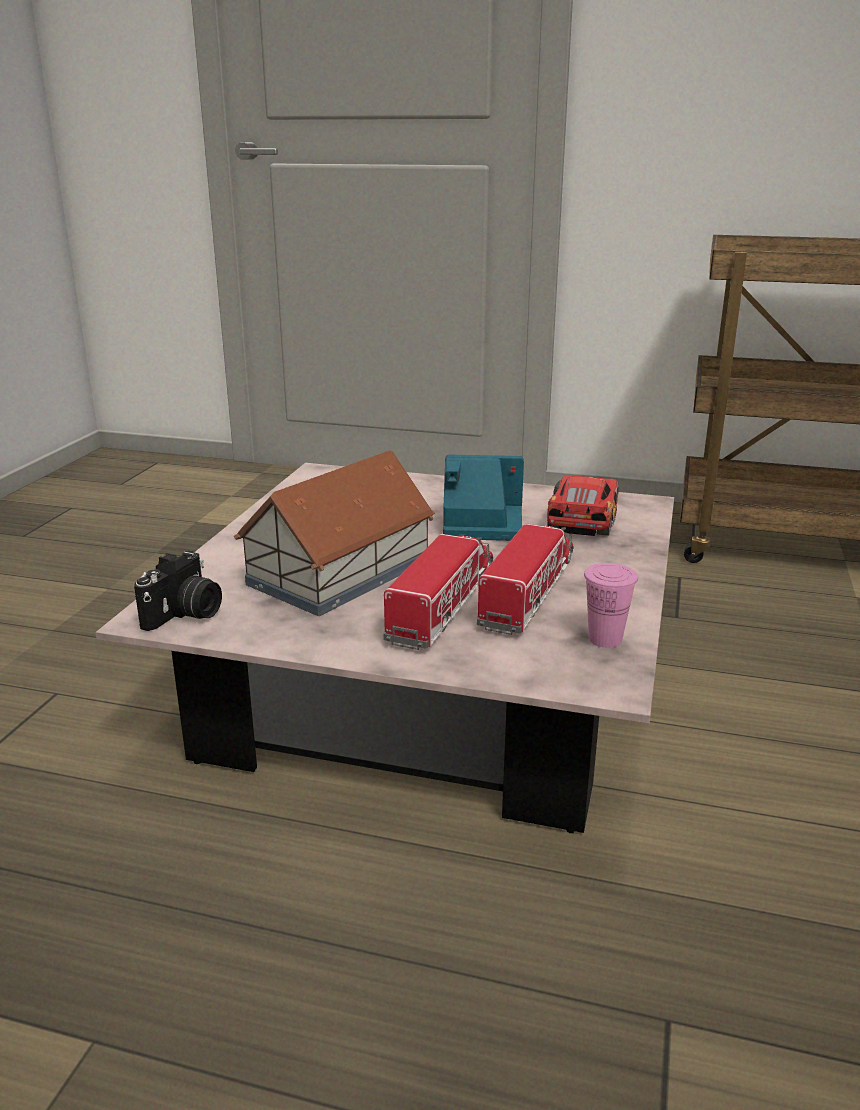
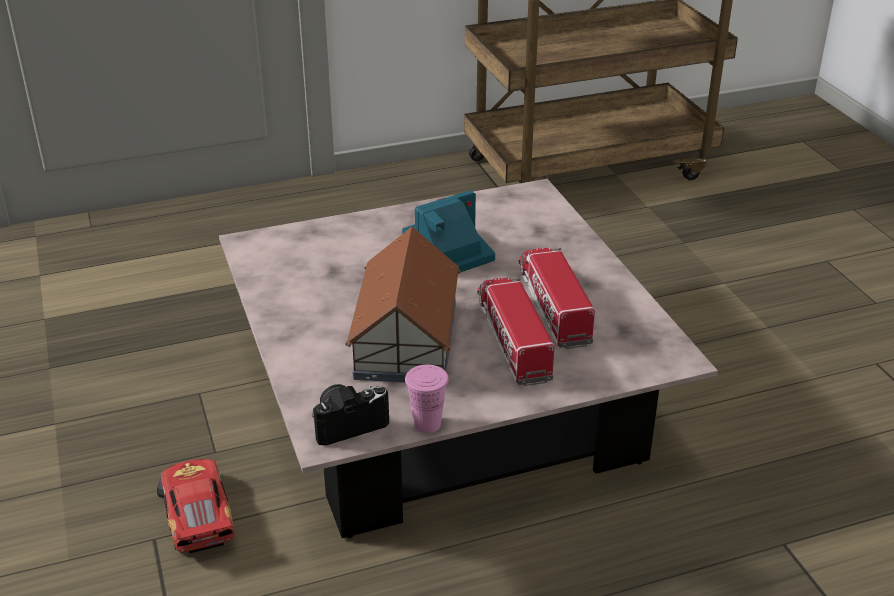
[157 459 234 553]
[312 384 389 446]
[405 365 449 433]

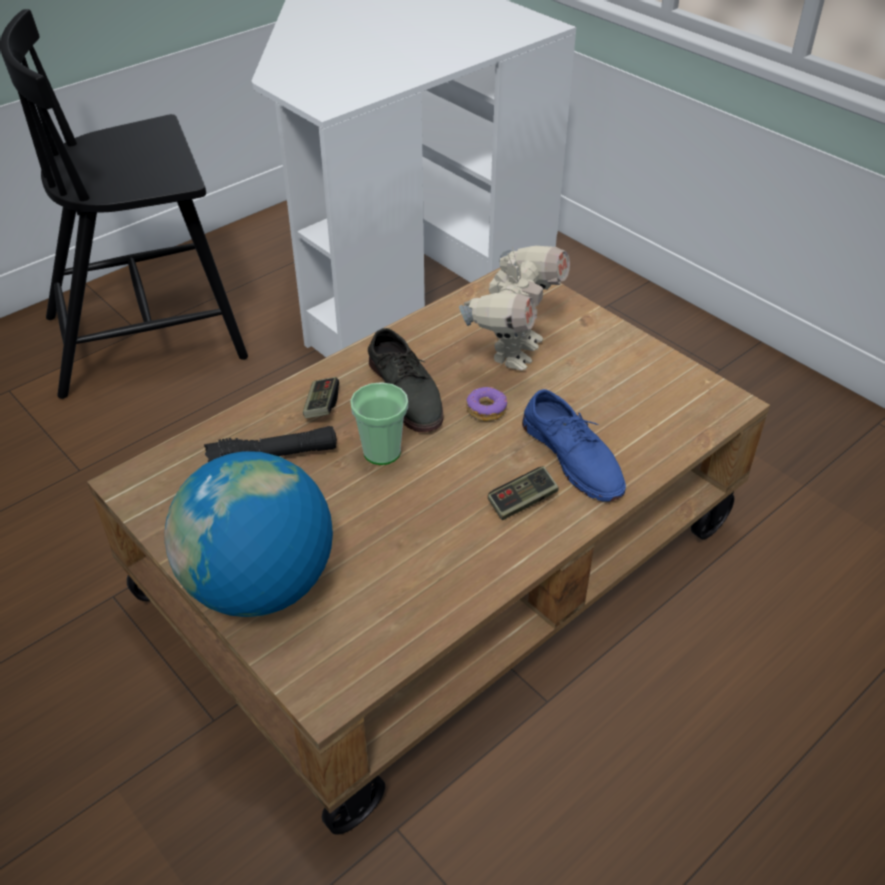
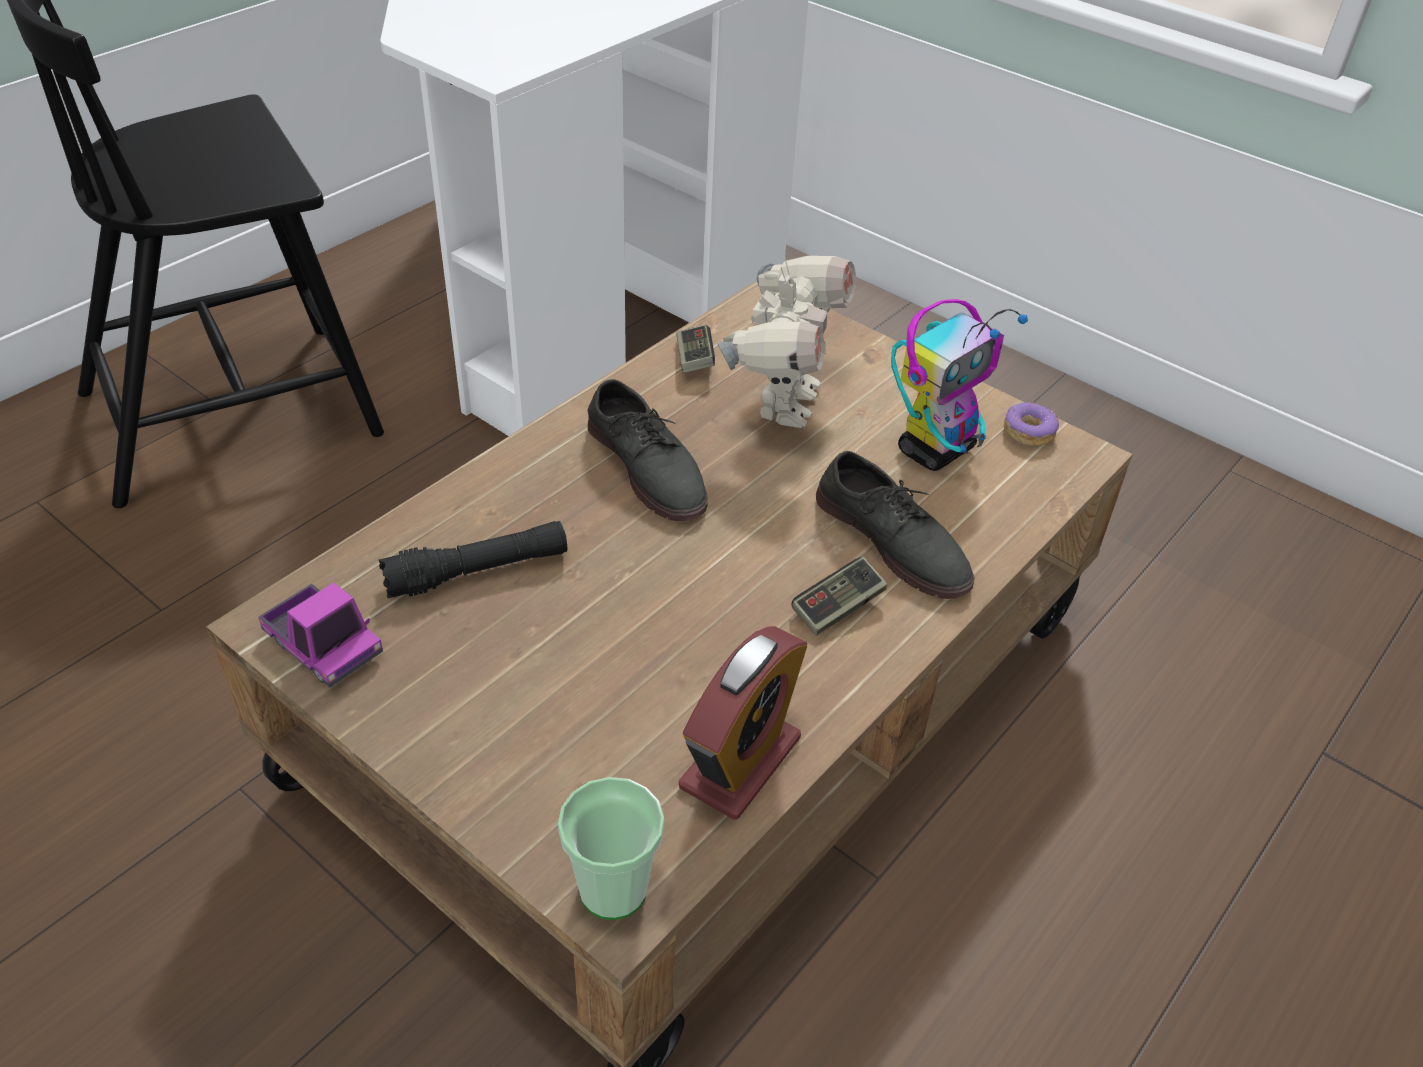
[676 325 715 373]
[558 777 664 920]
[1003 402 1059 446]
[816 451 974 599]
[164 452 333 617] (first image)
[891 299 1028 471]
[258 582 383 687]
[679 626 808 820]

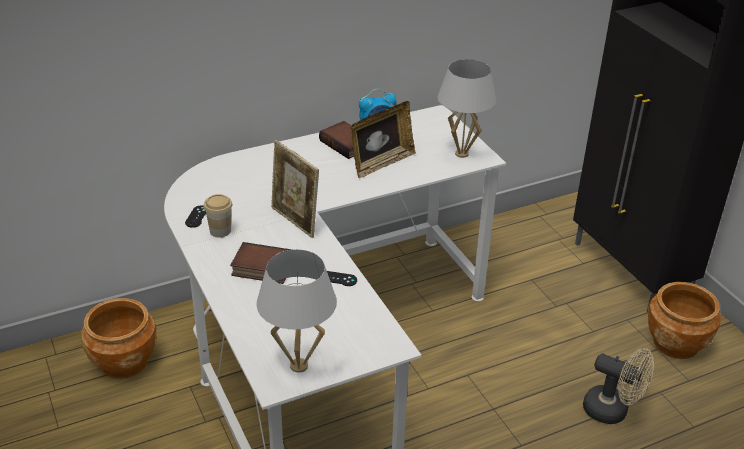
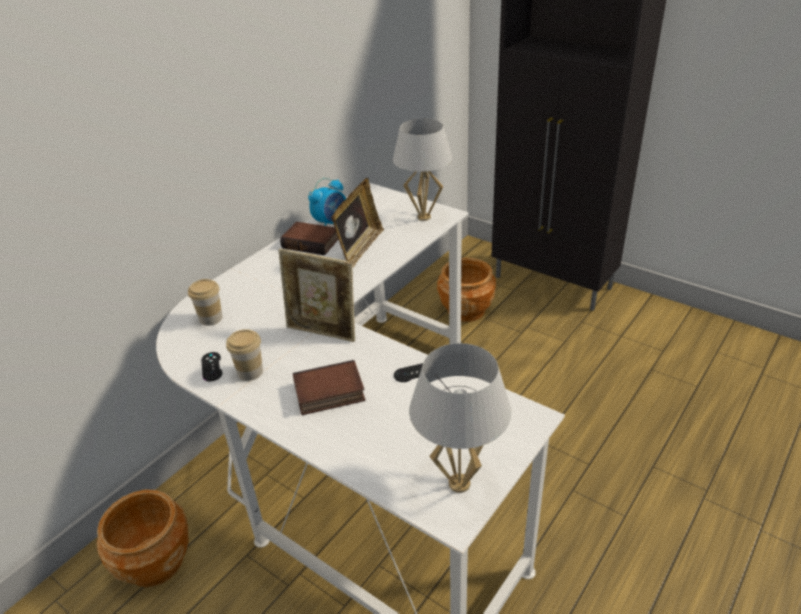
[437 258 496 322]
[583 348 654 424] (first image)
[188 279 223 326]

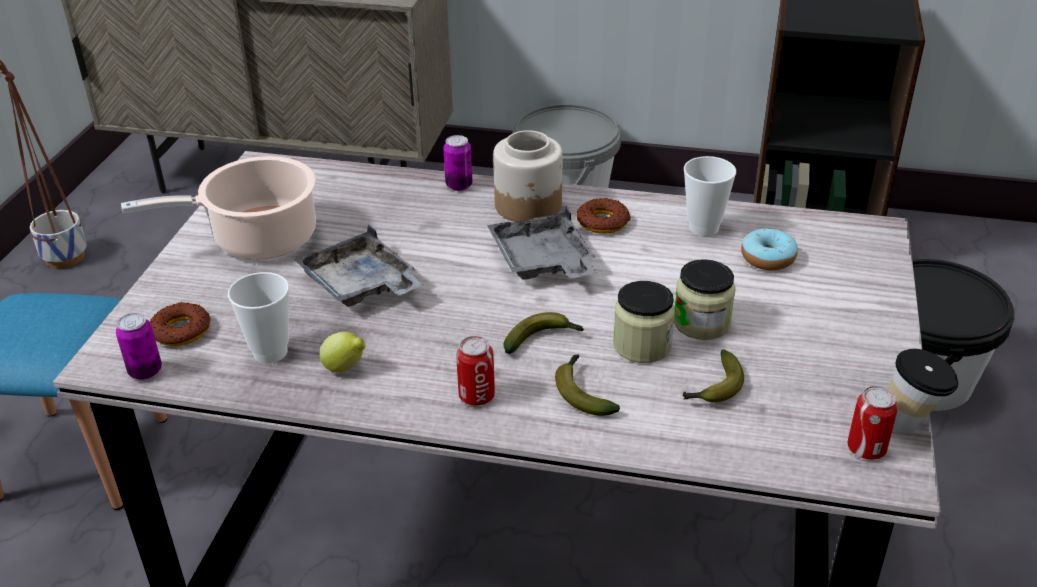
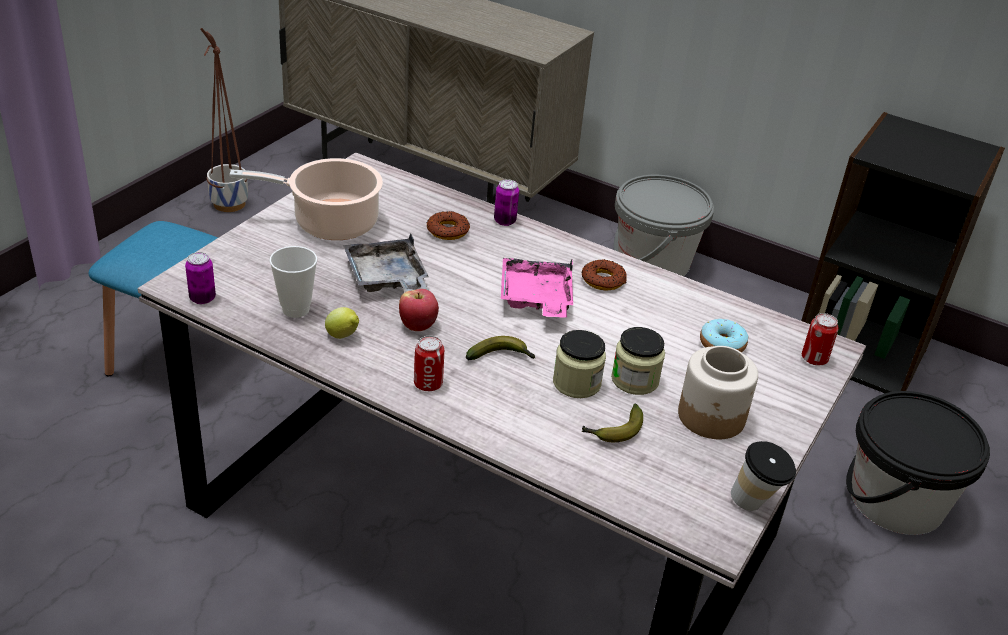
[678 346 758 439]
[684 156 736 236] (first image)
[501 258 573 317]
[427 211 470 240]
[555 354 620 416] (first image)
[802 313 839 365]
[399 289 439 331]

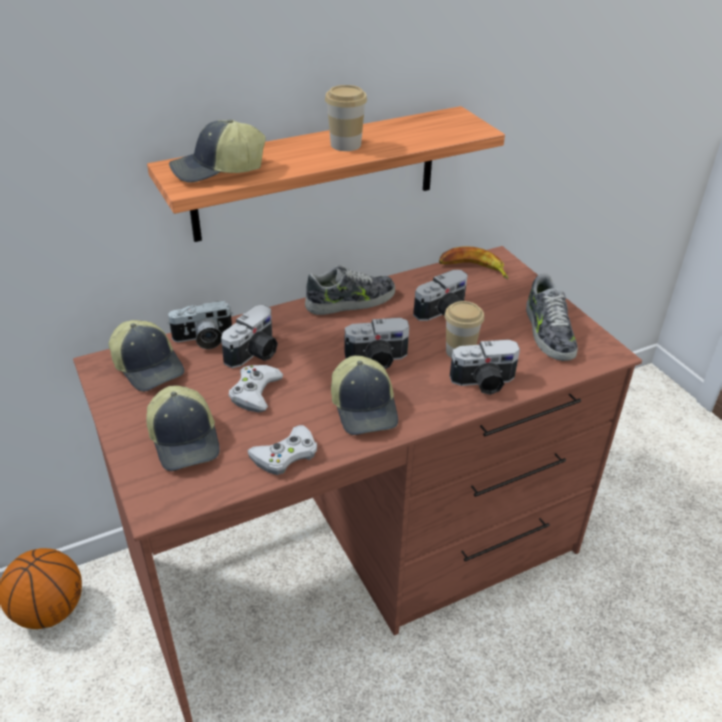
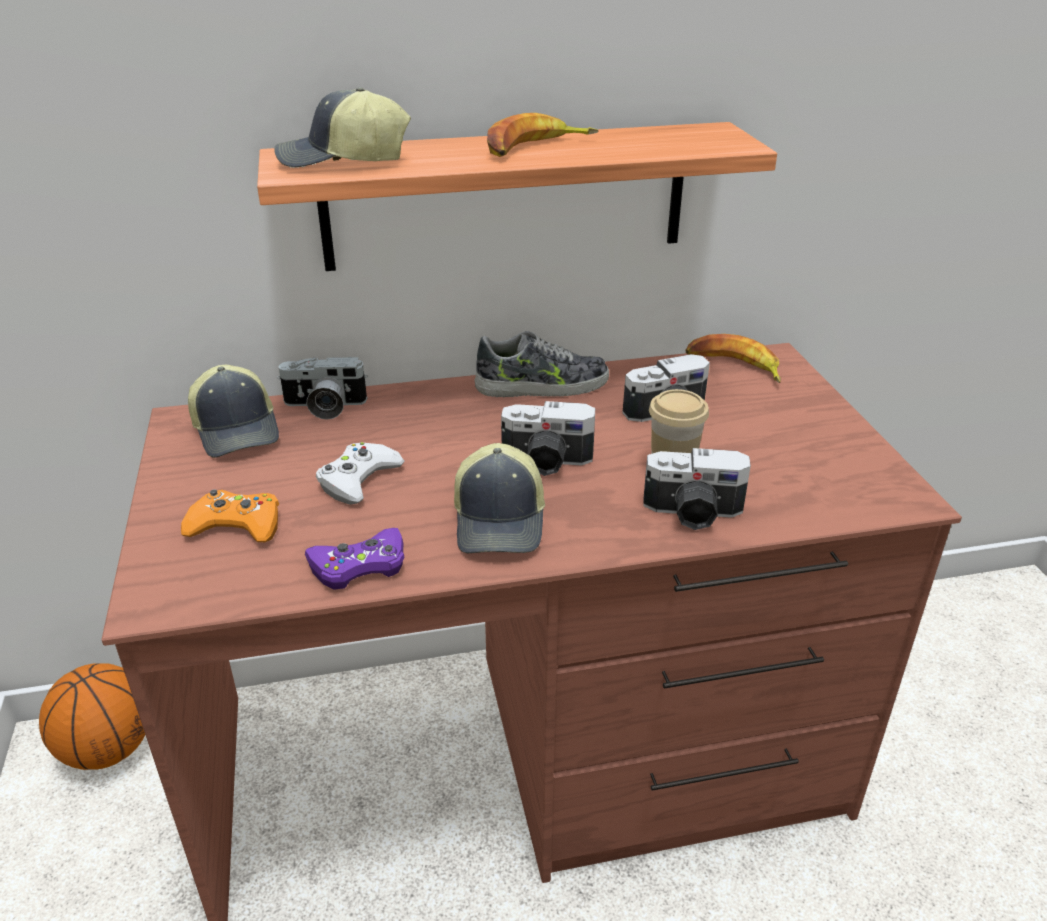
[487 113 598 157]
[526 273 578 361] (first image)
[221 305 278 368] (first image)
[181 489 279 542]
[305 528 405 590]

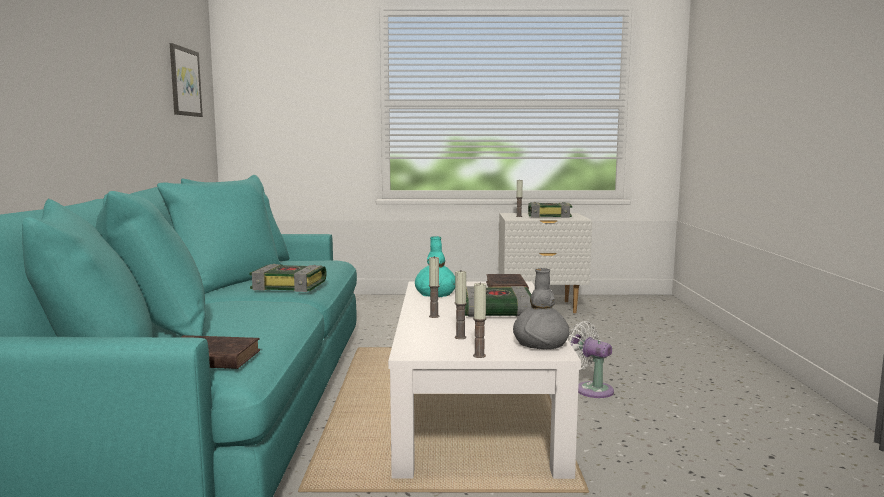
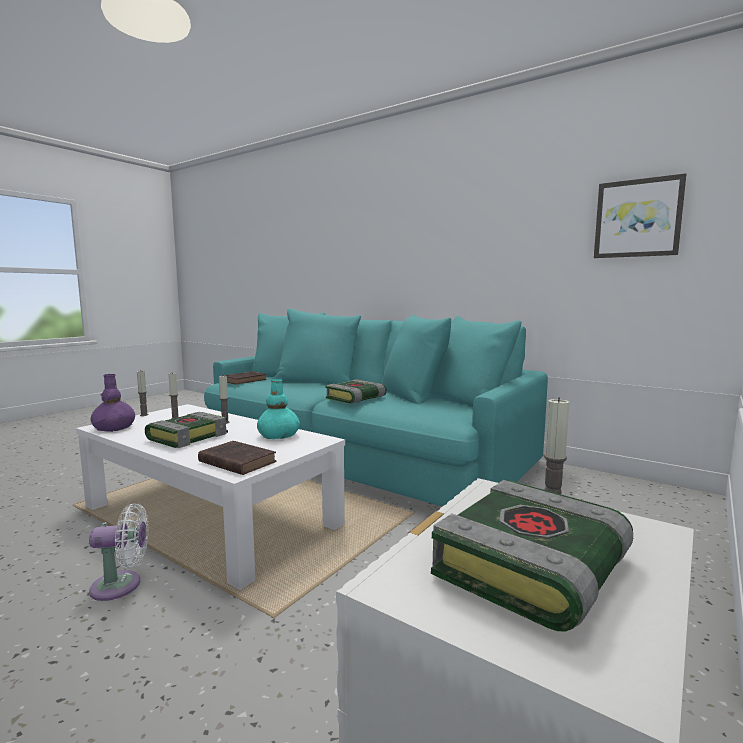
[91 374 135 432]

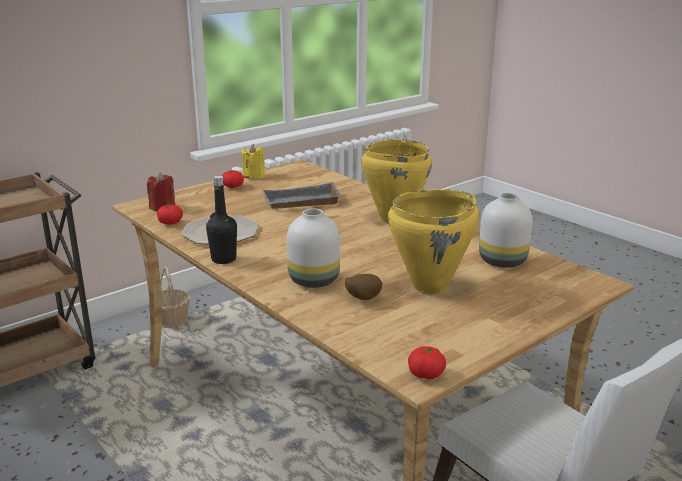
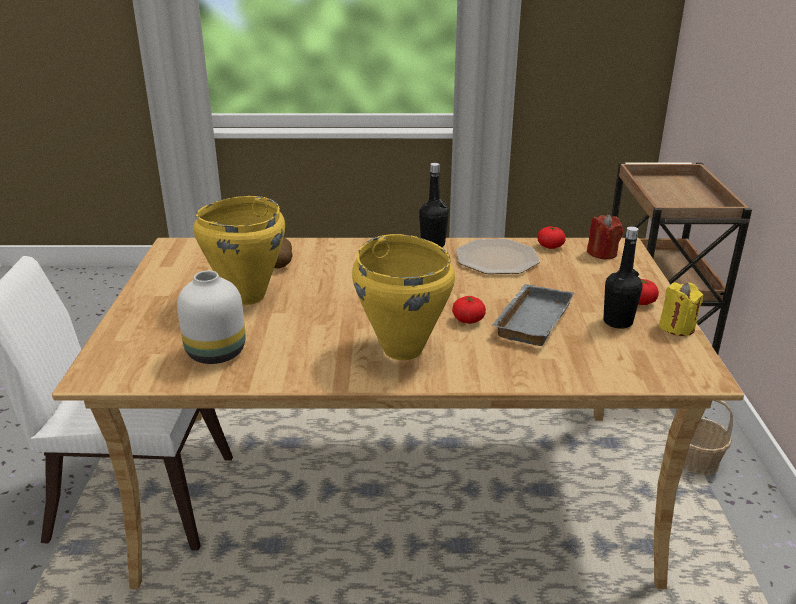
[287 208 340 288] (first image)
[452 296 486 324]
[603 226 643 329]

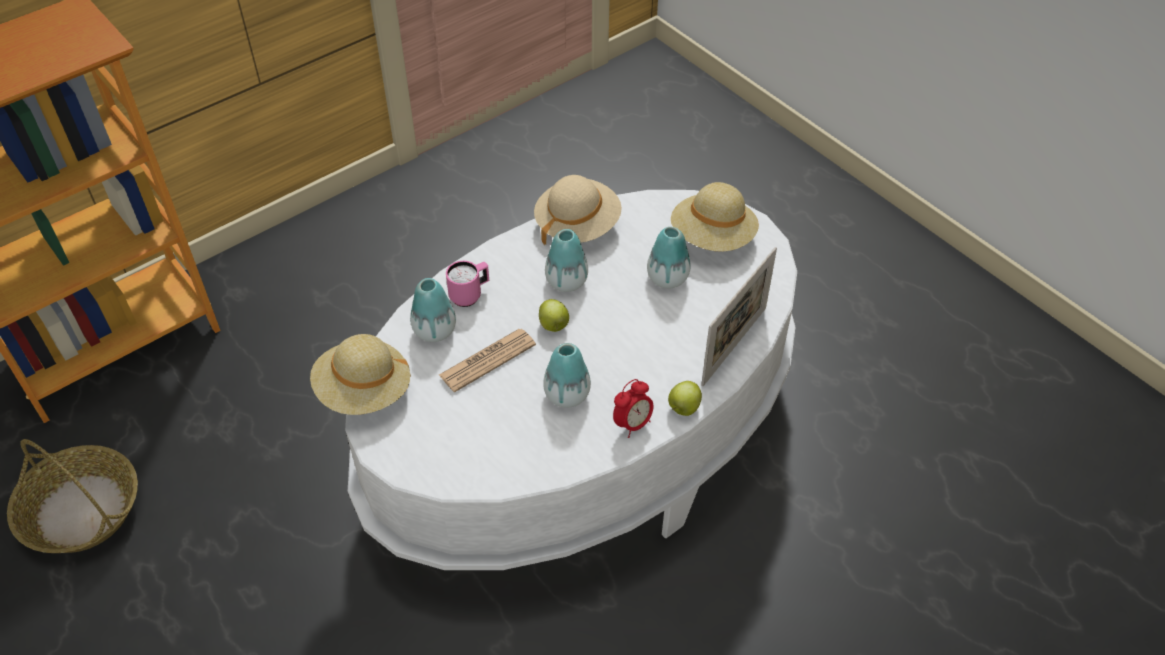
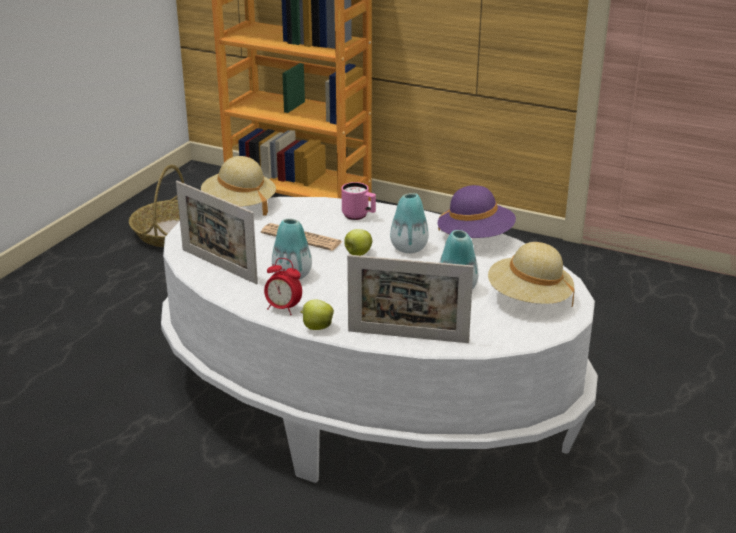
[438 185 516 238]
[410 278 456 342] (first image)
[176 181 258 285]

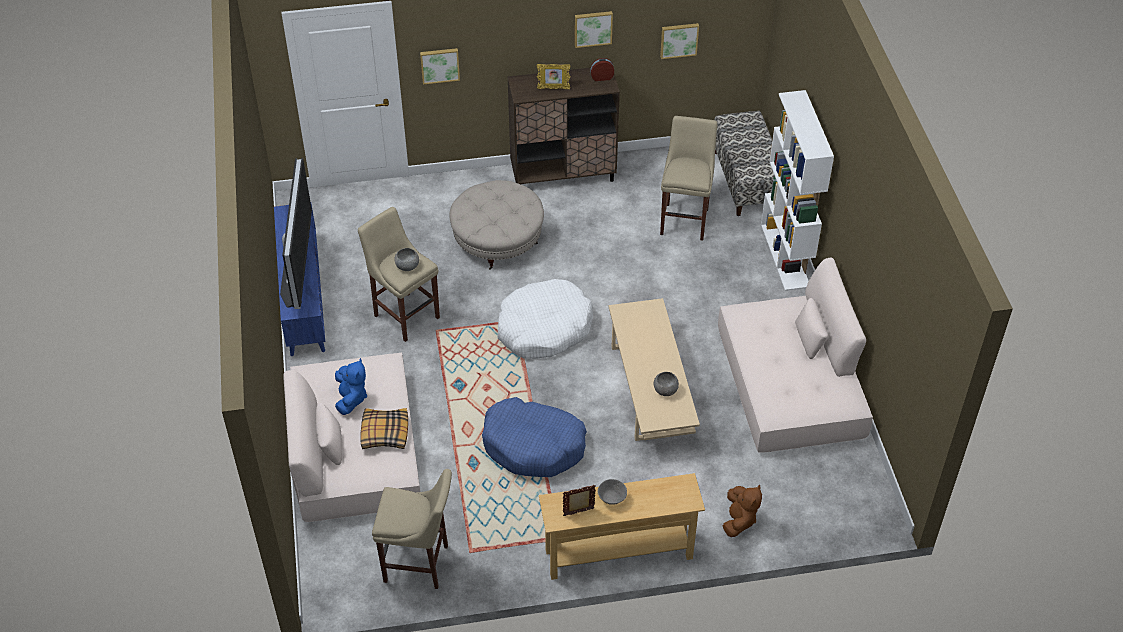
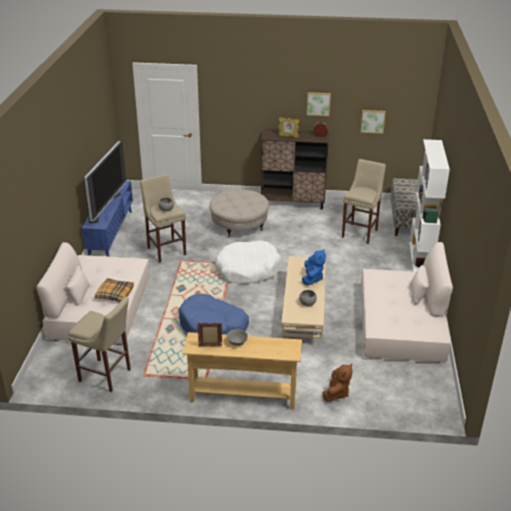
[420 48 460 85] (first image)
[302 249 326 285]

